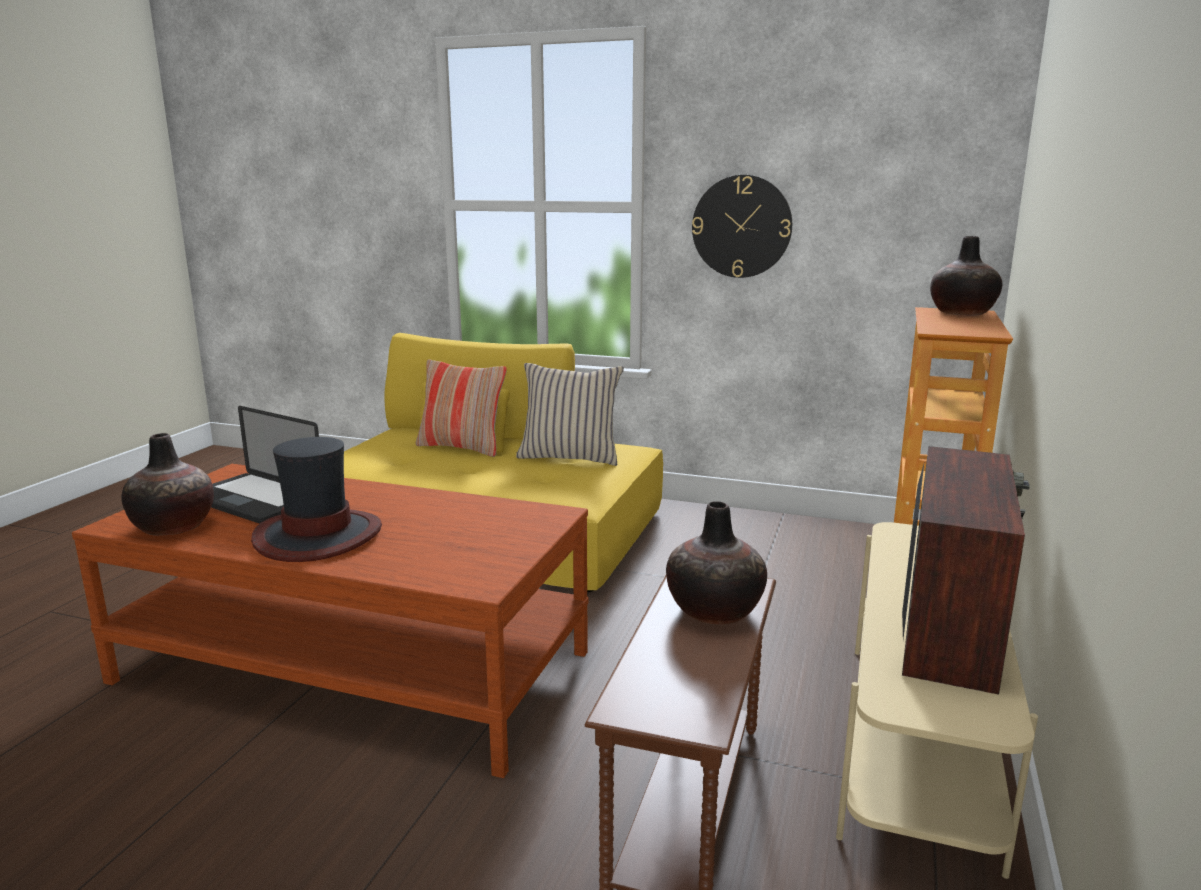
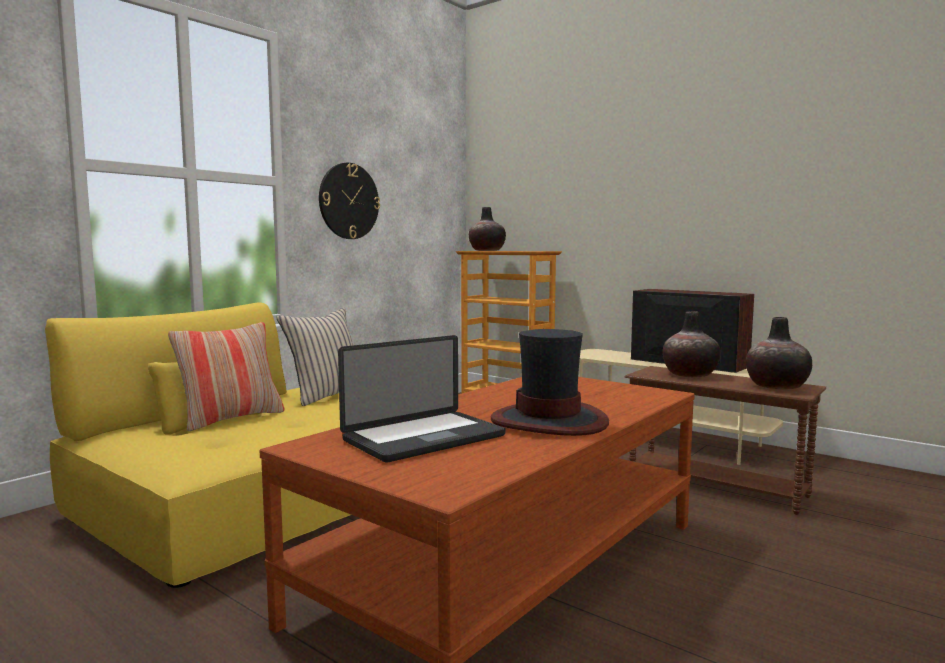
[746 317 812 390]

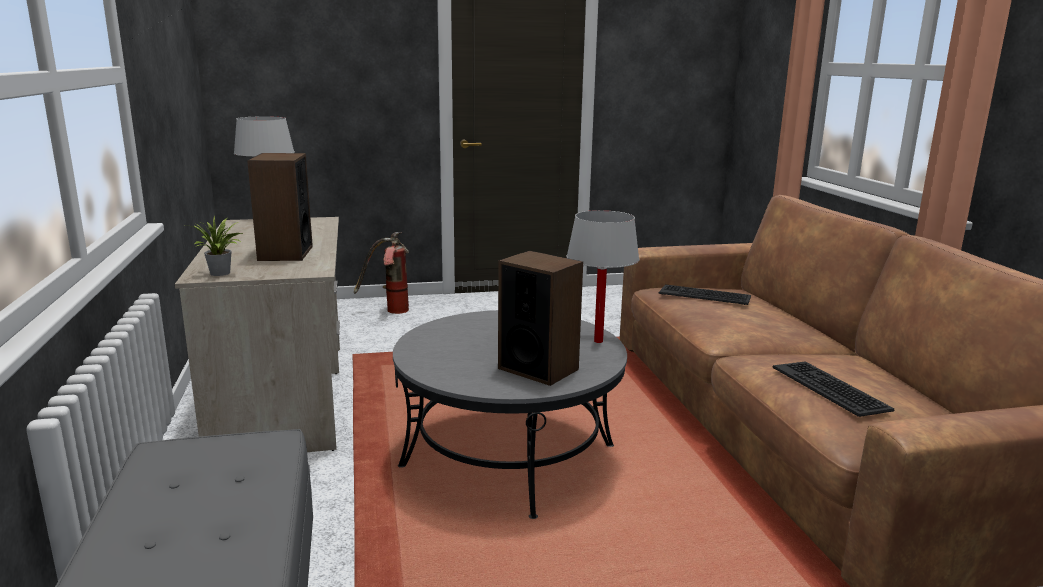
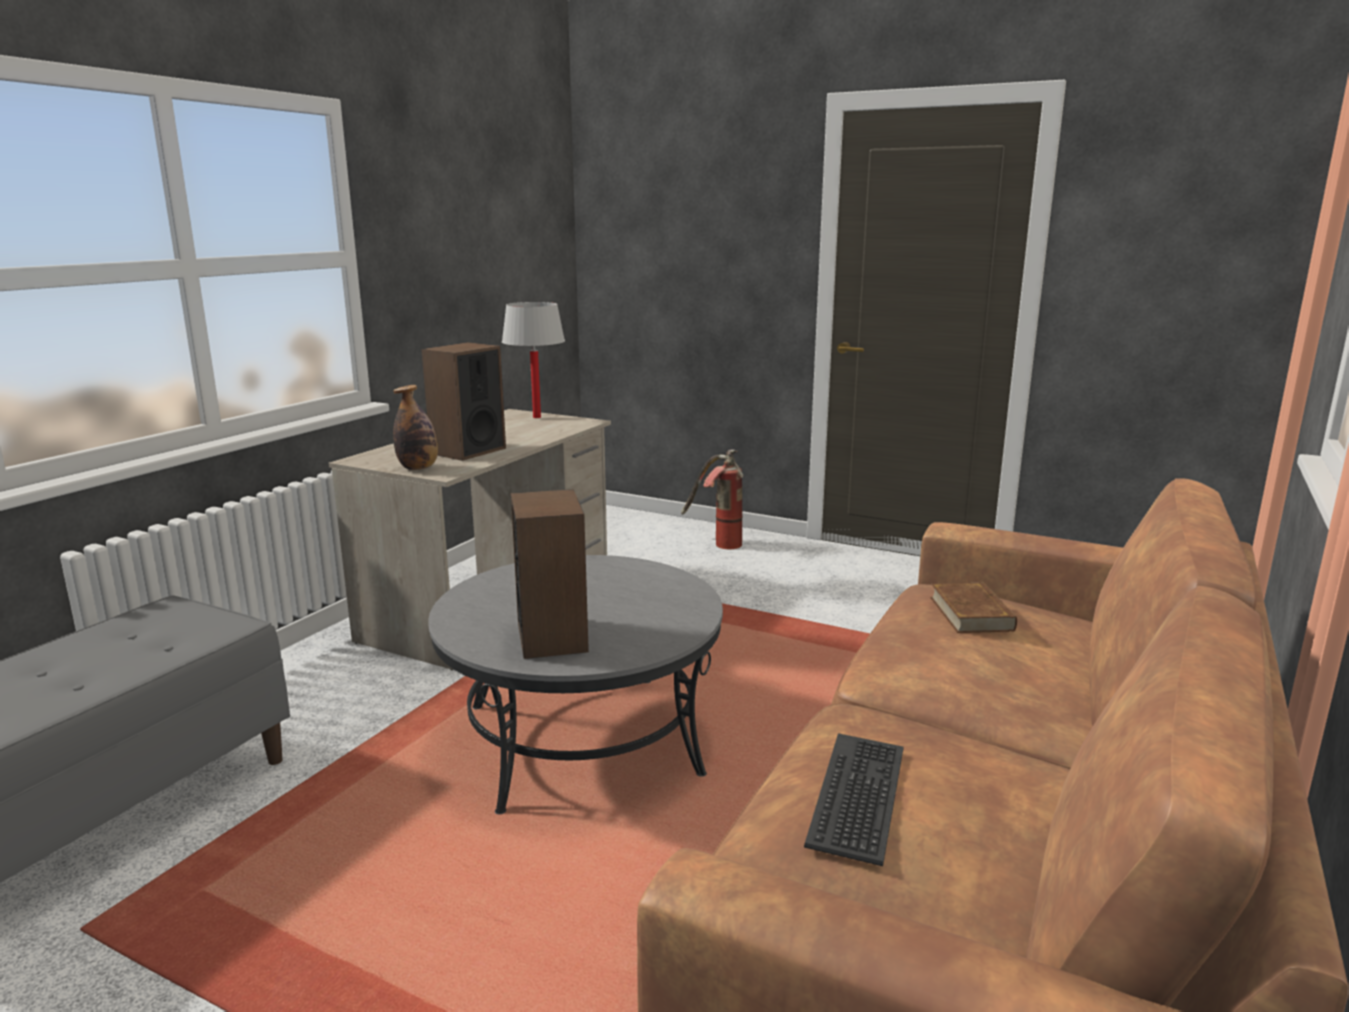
[566 210 639 343] (first image)
[192 216 243 276] (first image)
[930 583 1017 633]
[393 385 438 470]

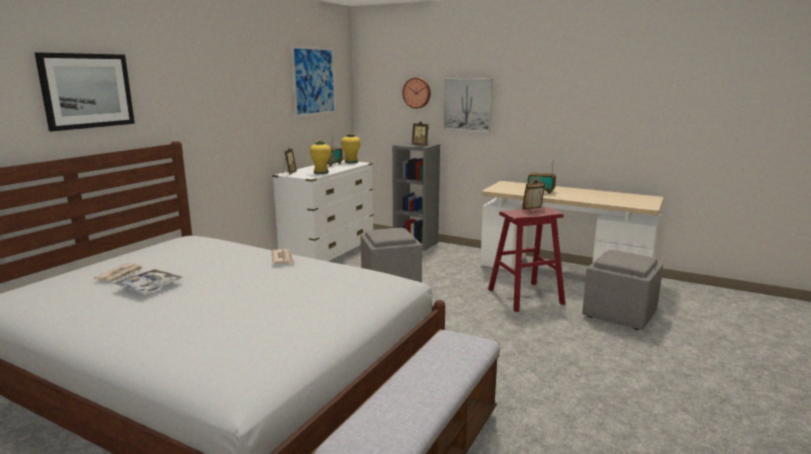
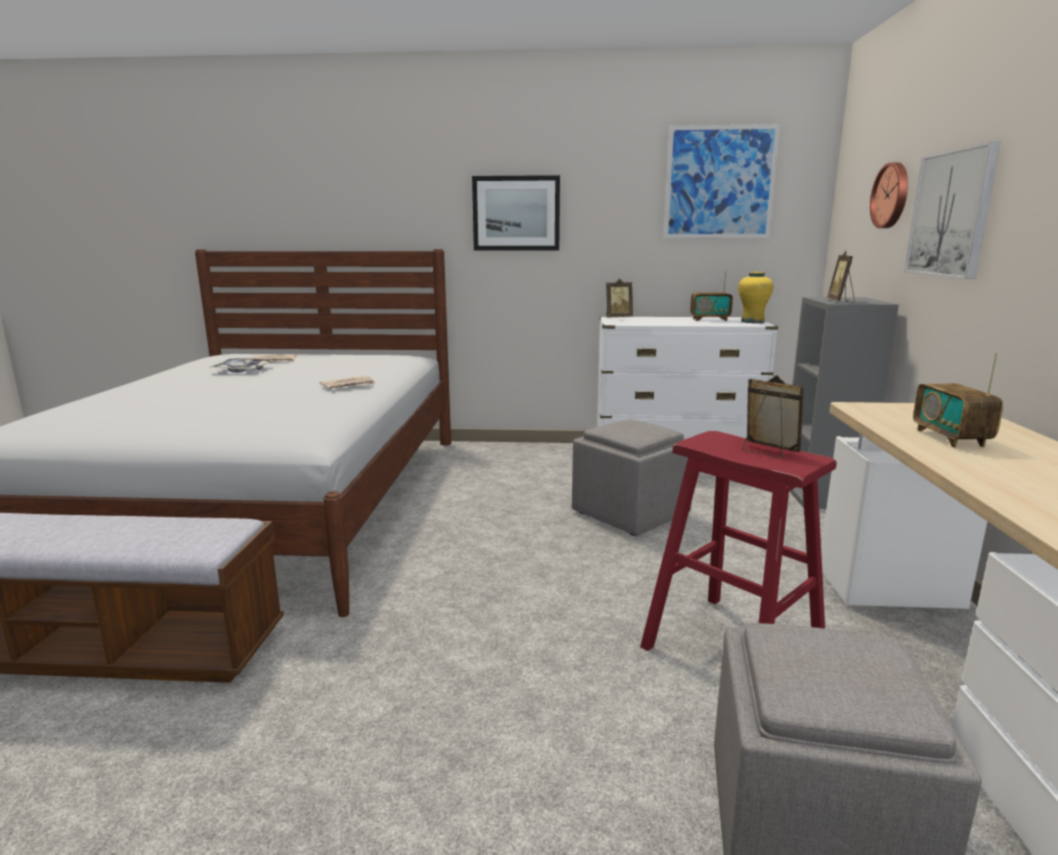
[472 175 560 251]
[310 141 331 174] (first image)

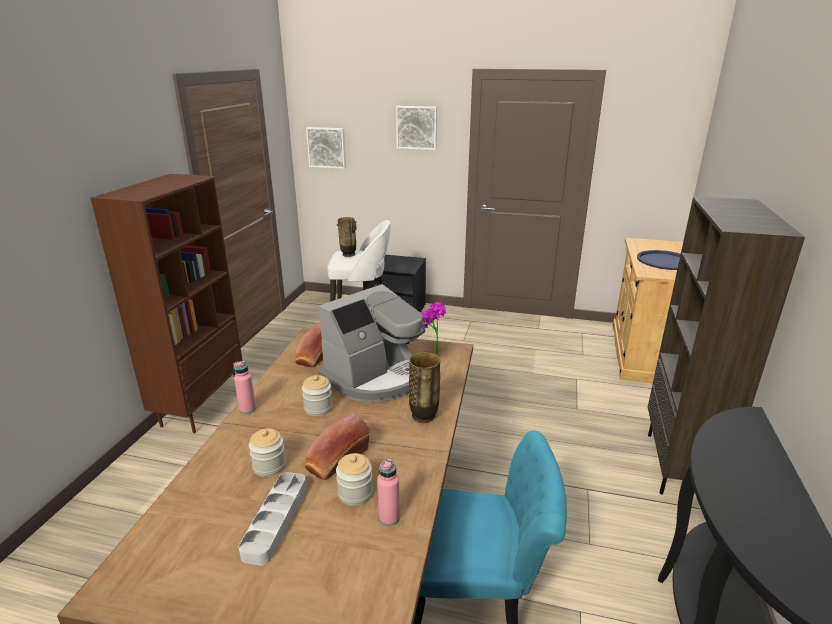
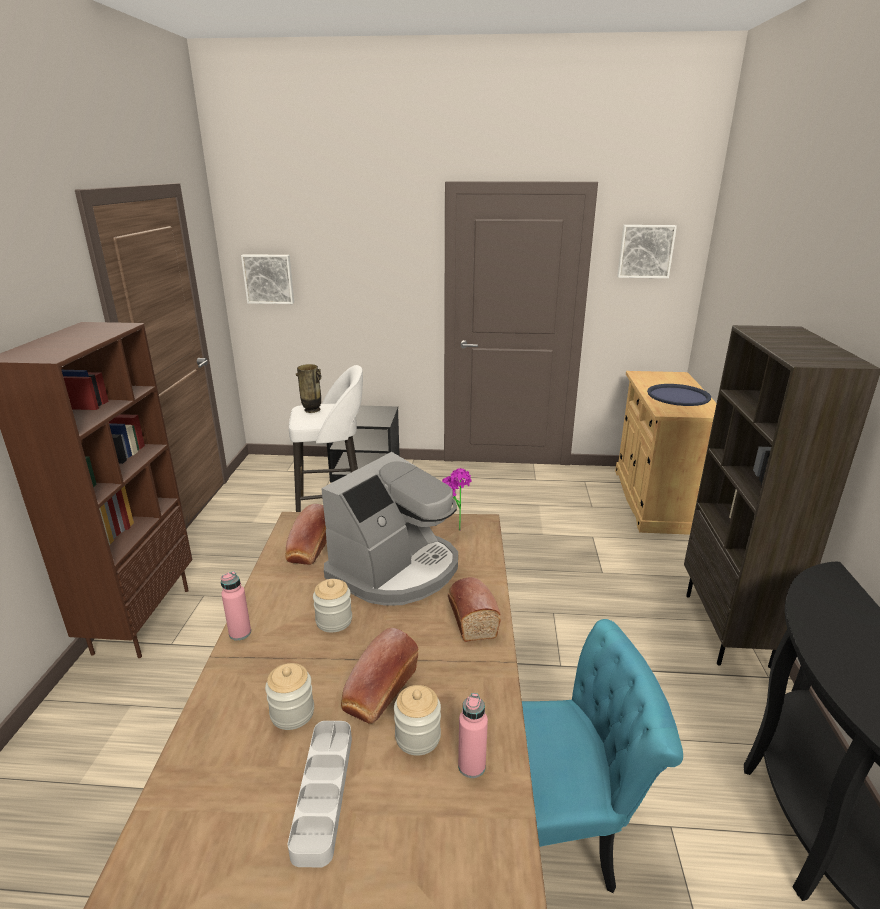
[617 225 677 278]
[448 577 501 642]

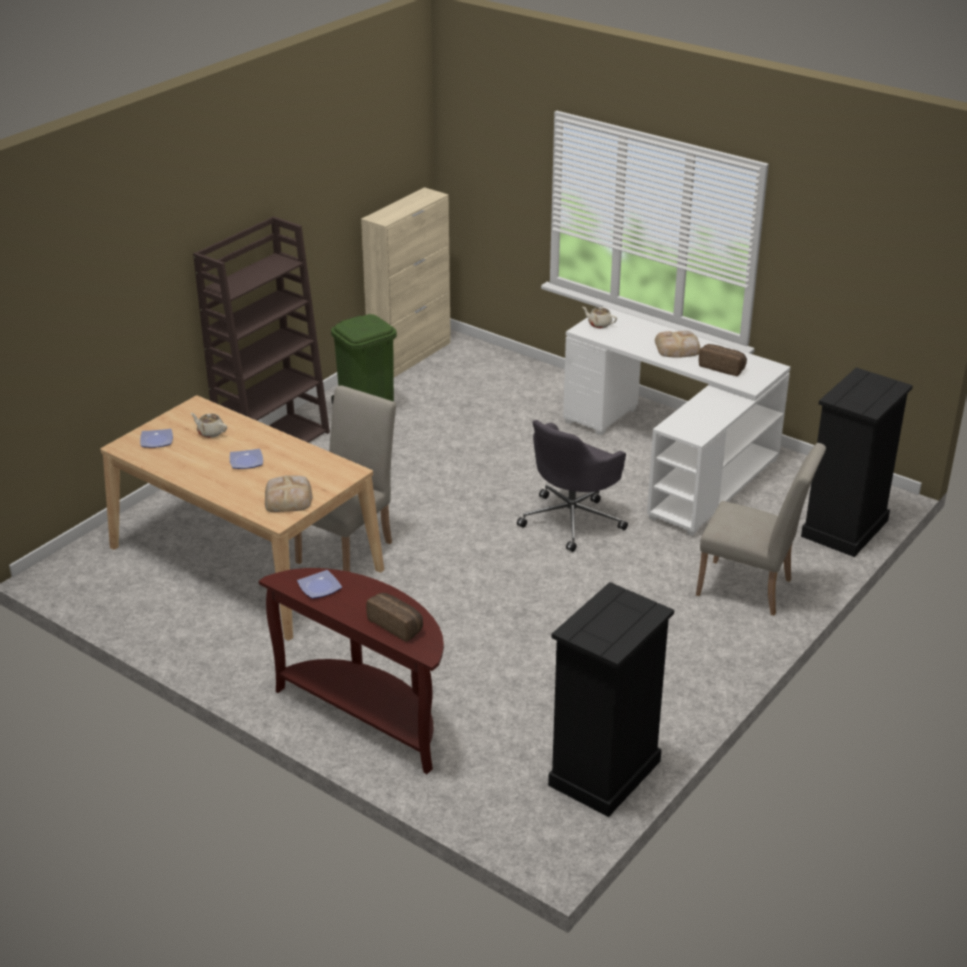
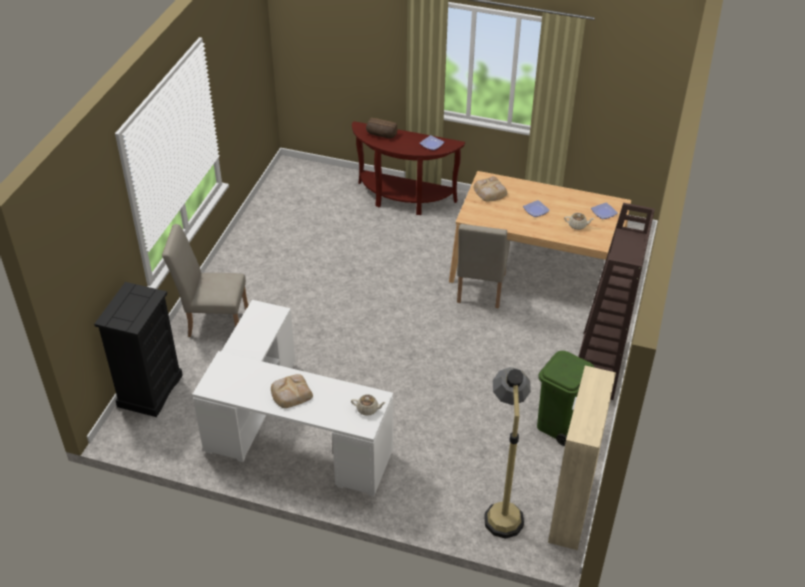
[699 344 747 376] (first image)
[517 420 628 552] (first image)
[548 582 674 817] (first image)
[484 367 531 539]

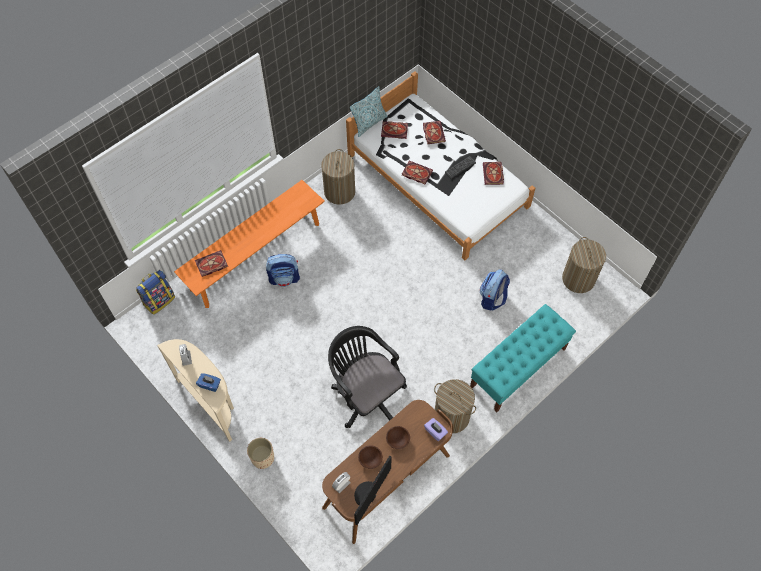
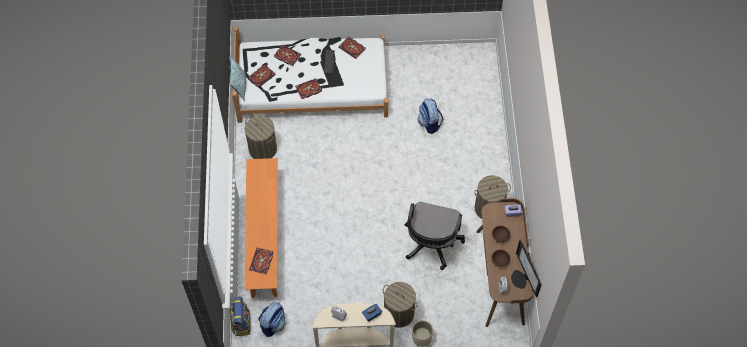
[383 282 418 328]
[258 302 285 337]
[470 304 576 412] (first image)
[405 202 465 270]

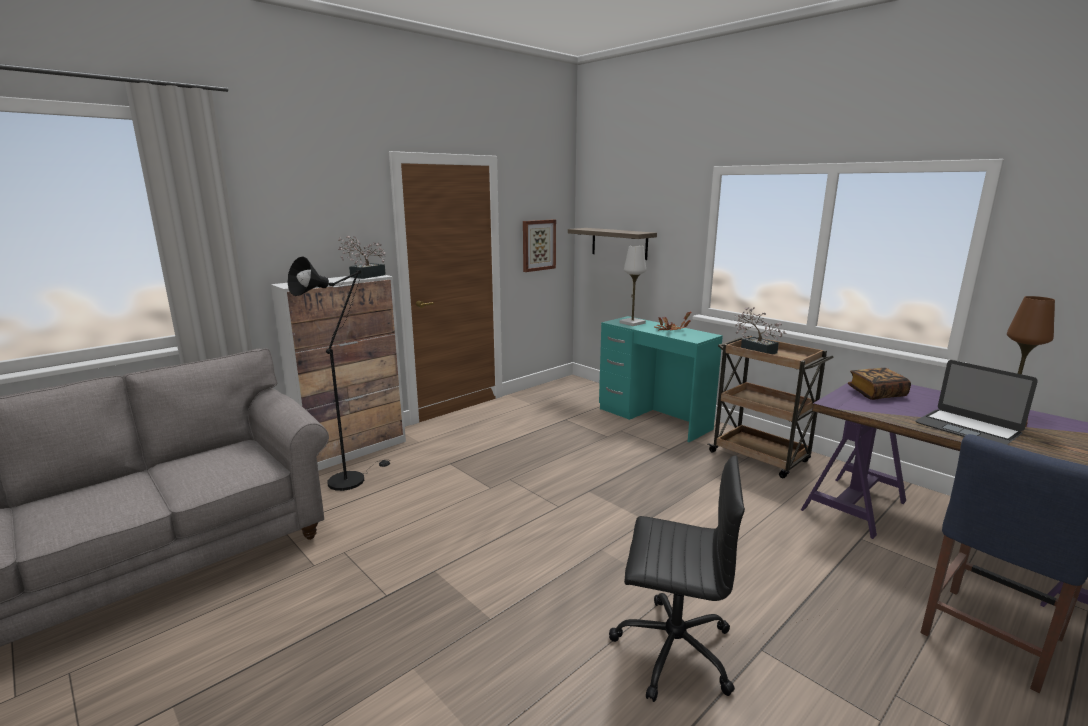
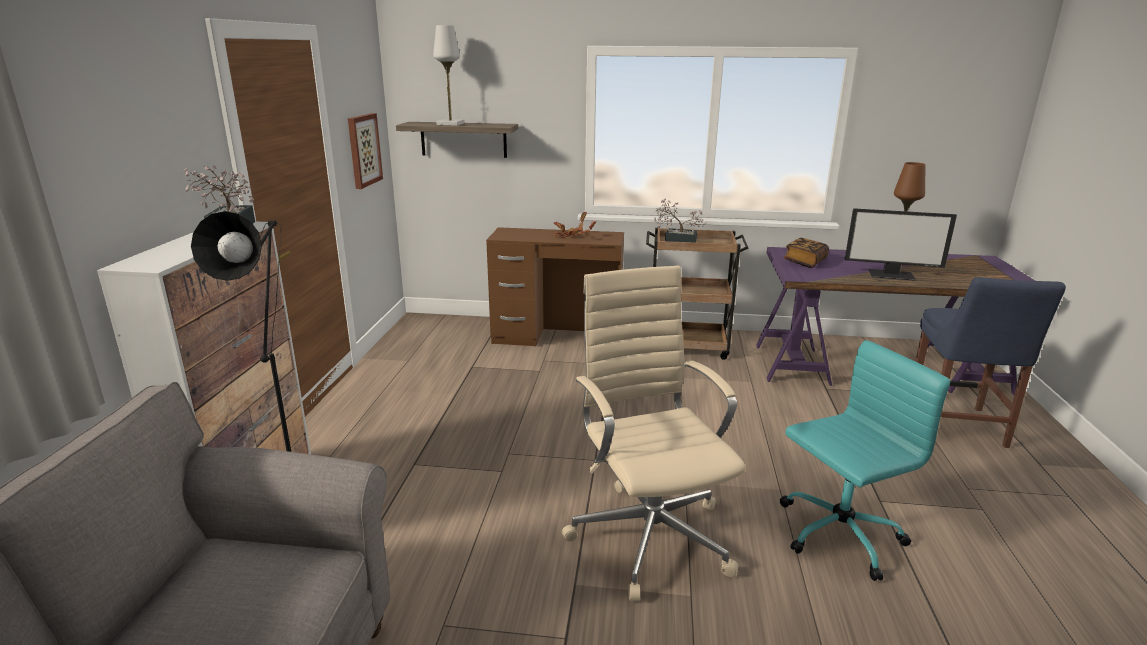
[433 25 465 126]
[486 227 624 346]
[845 208 957 281]
[780 340 950 581]
[562 266 746 601]

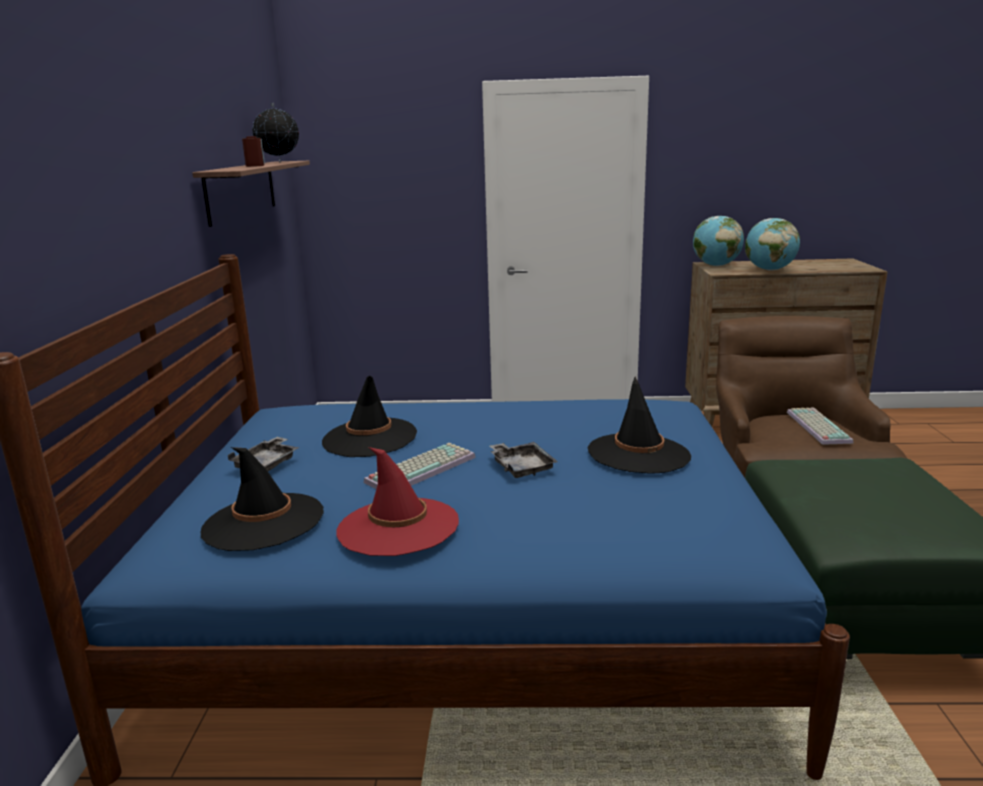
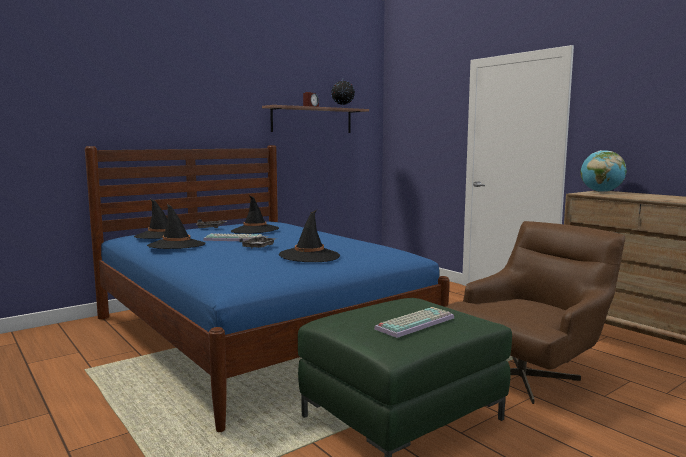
[745 218 800 270] (first image)
[374 307 454 338]
[147 204 206 249]

